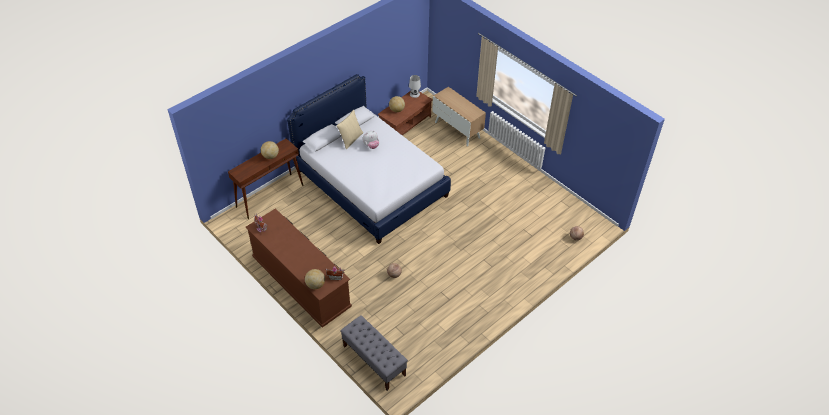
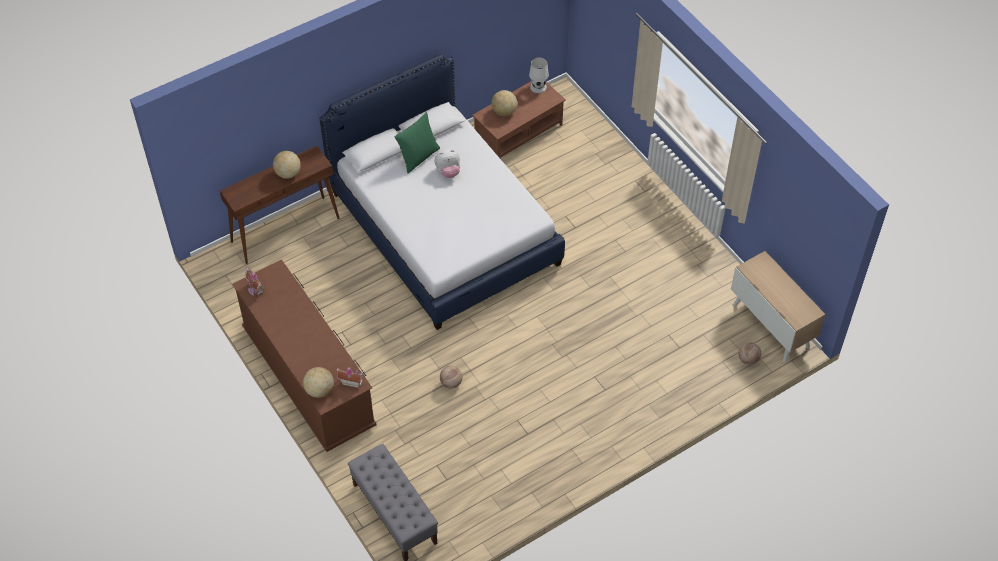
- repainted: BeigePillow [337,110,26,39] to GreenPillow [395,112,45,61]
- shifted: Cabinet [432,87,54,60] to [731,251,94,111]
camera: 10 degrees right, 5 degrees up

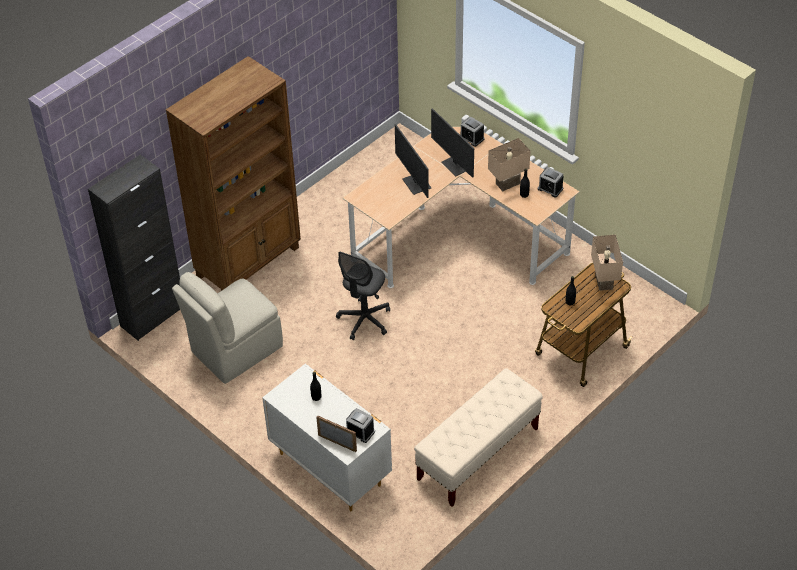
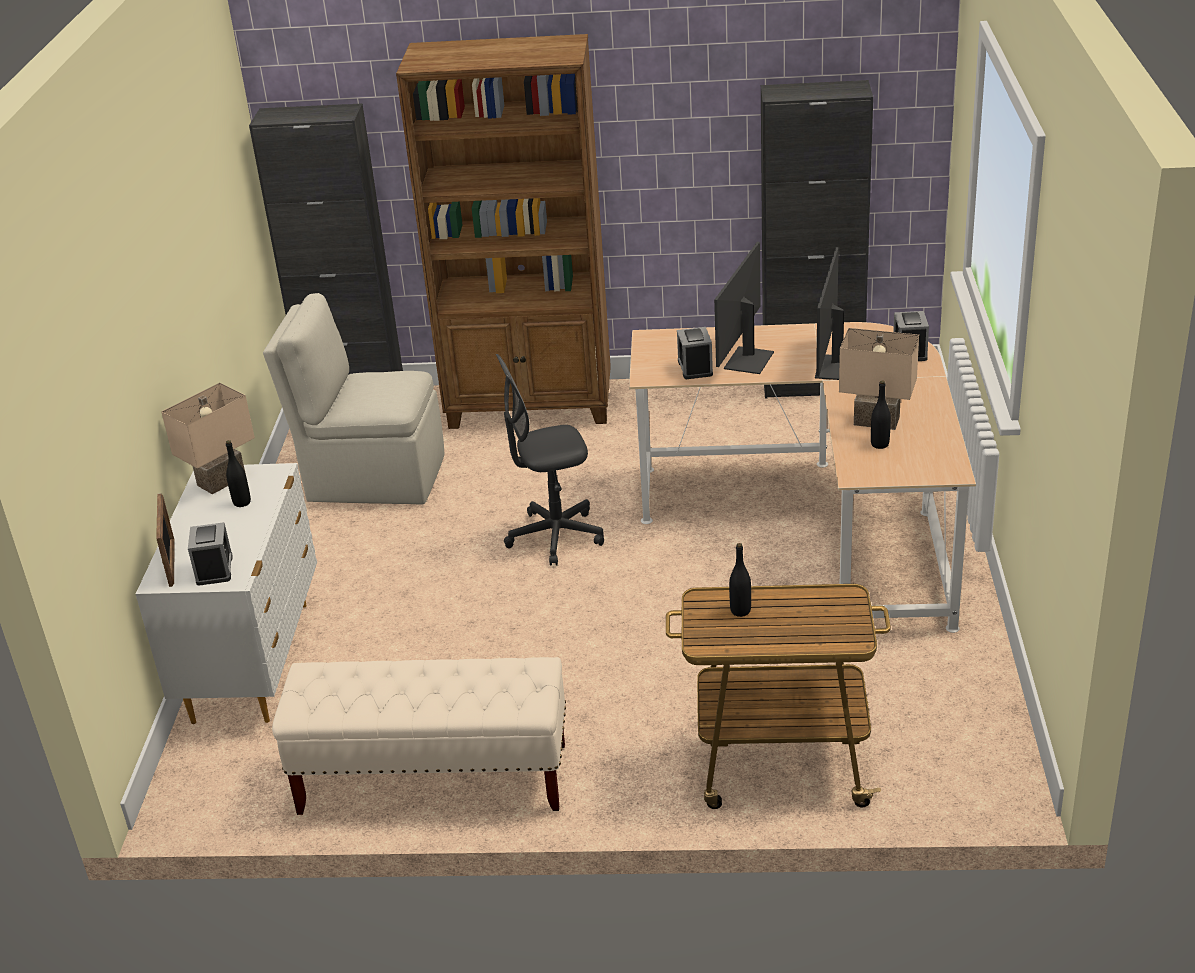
- shifted: AlarmClock [538,167,25,31] to [677,327,36,52]
- shifted: BeigeTableLamp [591,235,32,56] to [161,383,94,111]
- new: BlackCabinet [761,80,112,319]
camera: 50 degrees right, 15 degrees down

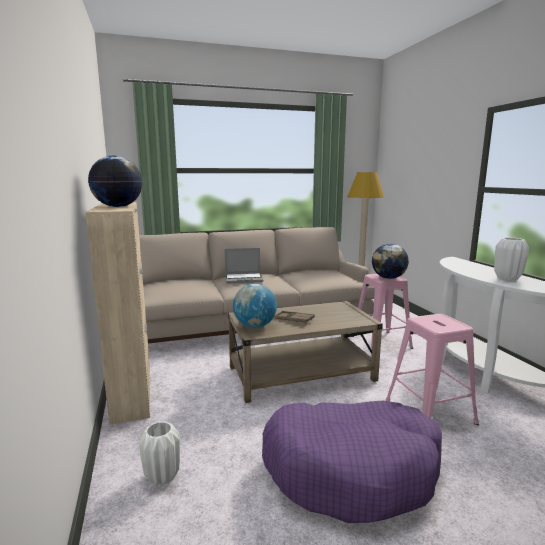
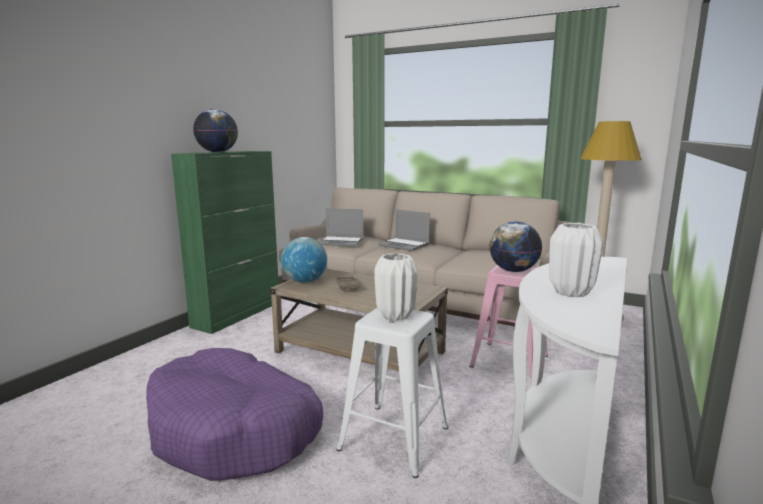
- repainted: BeigeCabinet [86,202,64,223] to GreenCabinet [171,151,108,183]
- shifted: WhiteVase [139,421,41,65] to [374,253,44,68]
- repainted: PinkStool [385,314,94,111] to WhiteStool [336,308,112,170]
- new: Laptop [318,208,46,39]
camera: 45 degrees right, 0 degrees up

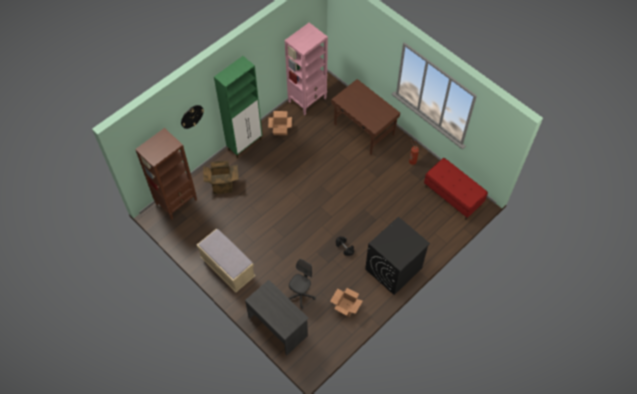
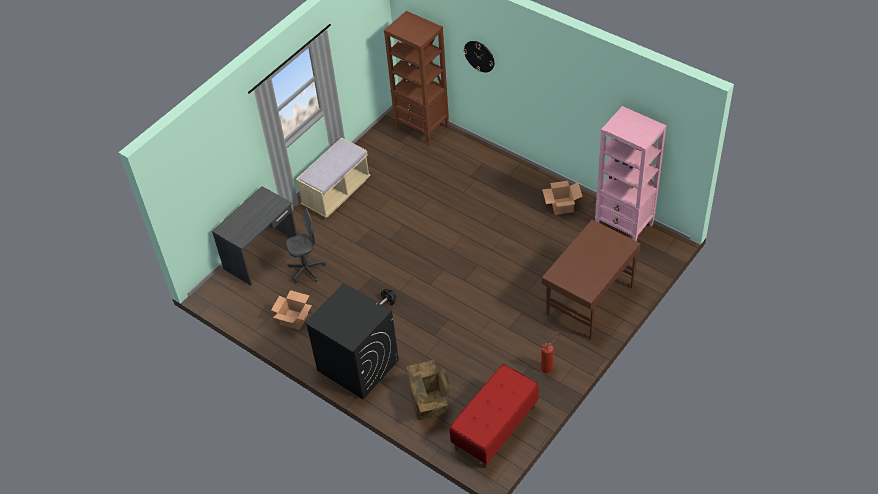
- shifted: CardboardBox [203,161,36,33] to [406,359,45,61]
- gone: GreenCabinet [214,56,48,102]
- rotated: GreyOfficeChair [289,259,27,49] = [286,208,40,75] 45 degrees counterclockwise
camera: 85 degrees right, 10 degrees down

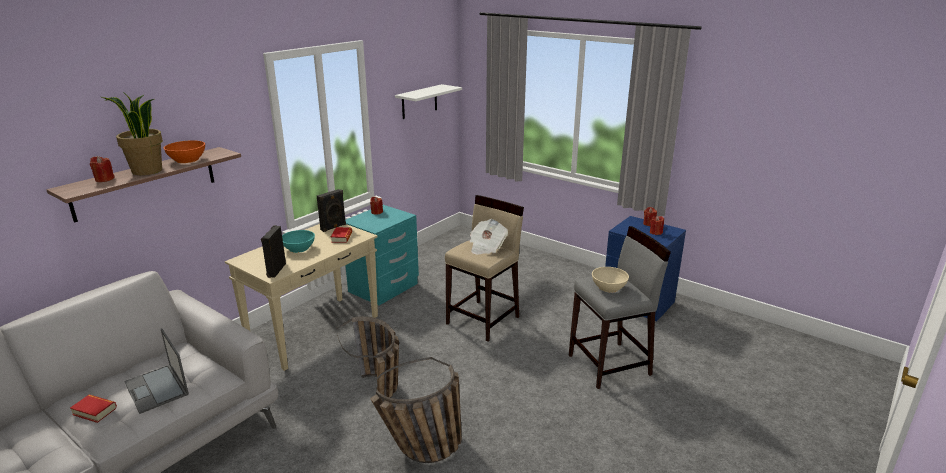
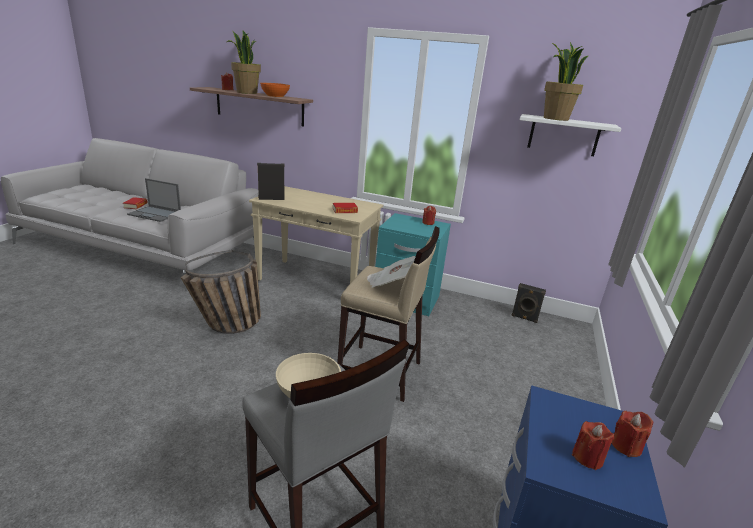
- rotated: Laptop [124,328,65,86] = [127,178,54,44] 105 degrees counterclockwise
- gone: TurquoiseBowl [282,230,33,23]
- shifted: BlackSpeaker [317,189,29,43] to [511,283,35,40]
- gone: Basket [370,357,92,106]
- new: PottedPlant [544,42,44,79]
camera: 70 degrees right, 0 degrees up

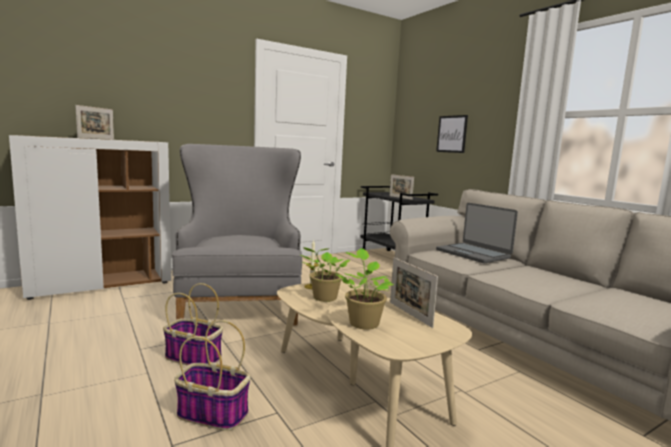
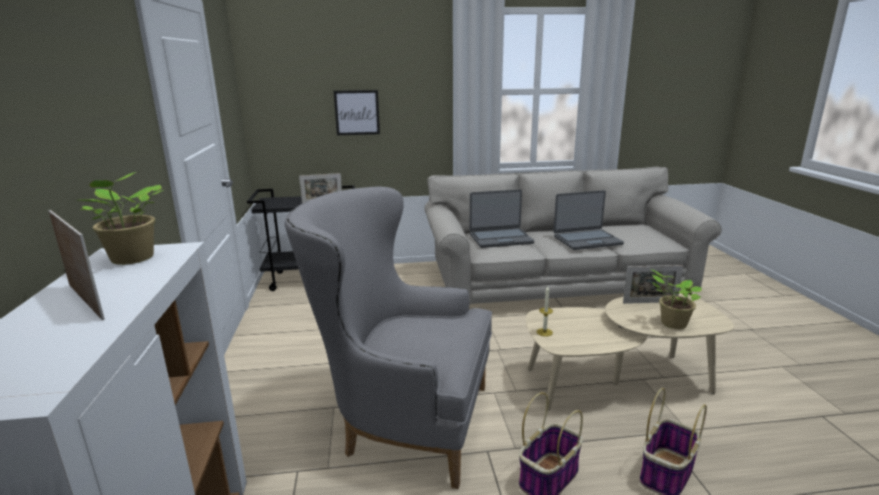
- shifted: PottedPlant [301,247,49,55] to [79,171,85,94]
- new: Laptop [553,190,71,60]
camera: 65 degrees left, 10 degrees up

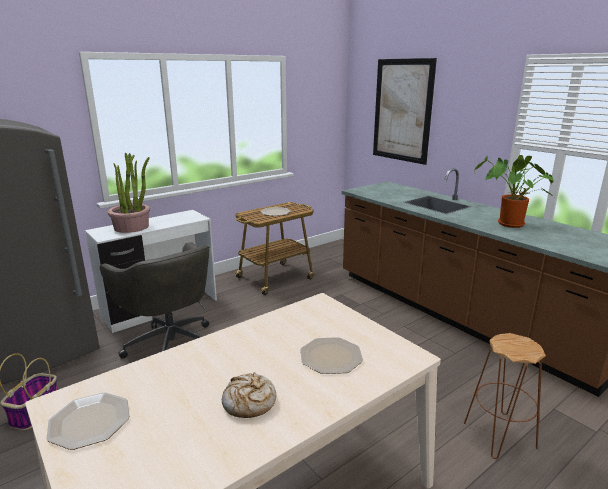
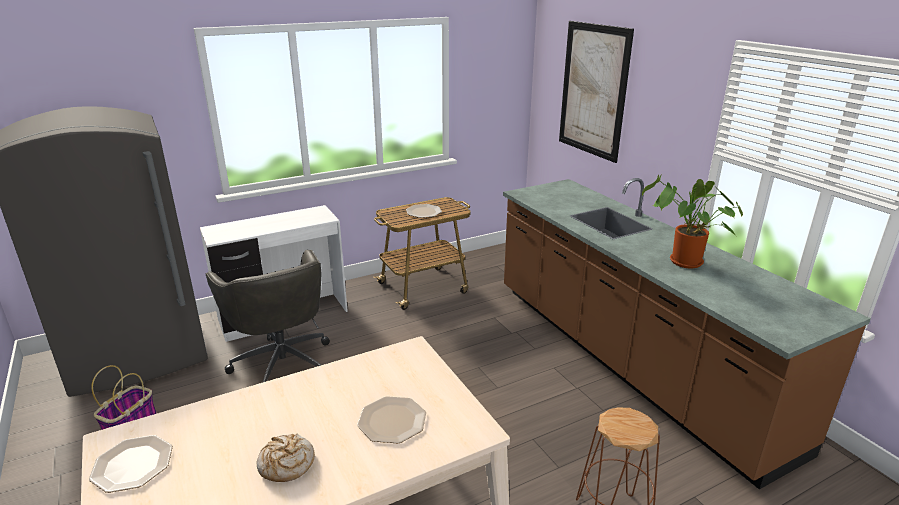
- gone: PottedPlant [107,152,43,81]
camera: 10 degrees right, 5 degrees up

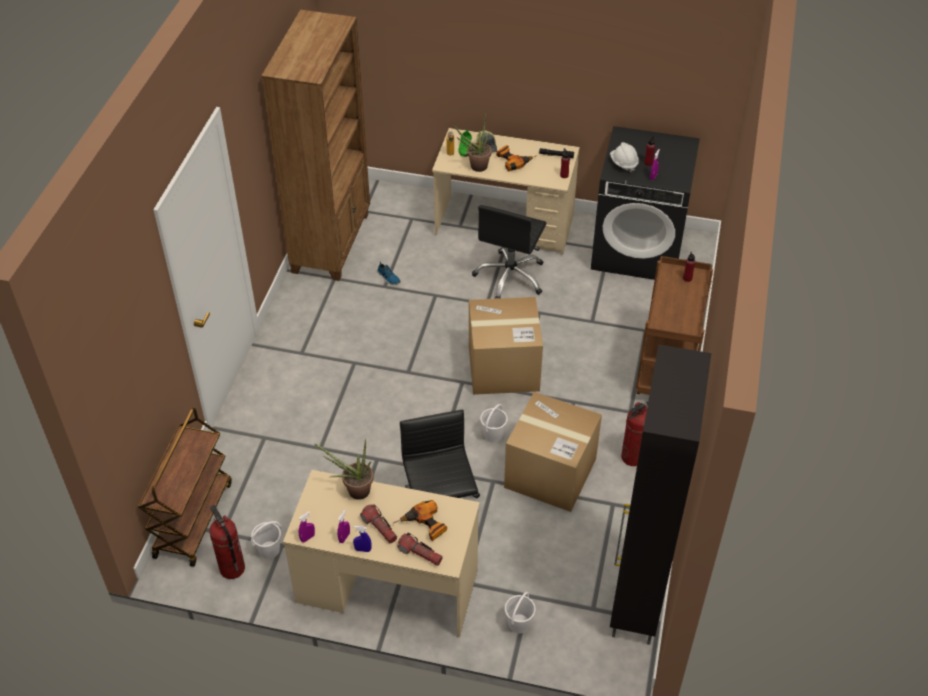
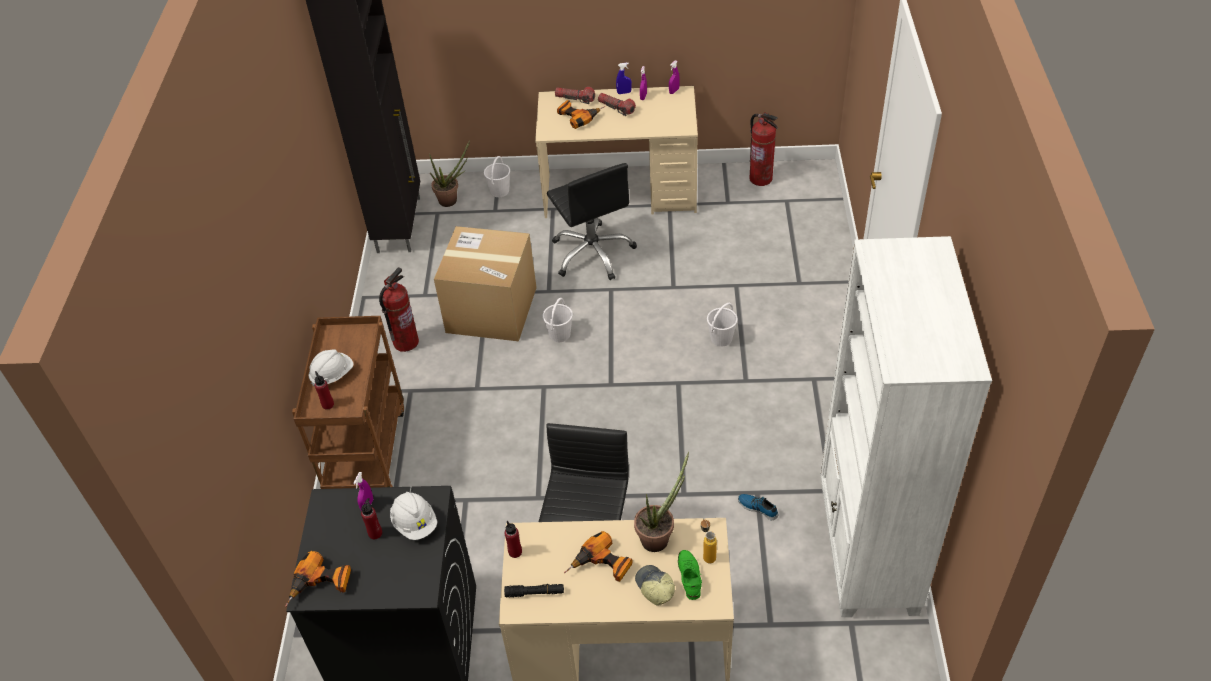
- gone: BrownCart [138,408,94,159]
- shifted: WhiteBucket [251,521,30,38] to [707,303,31,44]
- repainted: BrownBookcase [261,10,109,271] to WhiteBookcase [820,236,172,381]
- shifted: PottedPlant [315,438,59,62] to [429,140,41,67]
- gone: CardboardBox [469,297,74,98]
- new: PowerDrill [285,551,66,56]
- new: WhiteHardHat [309,350,45,37]
camera: 170 degrees right, 0 degrees up

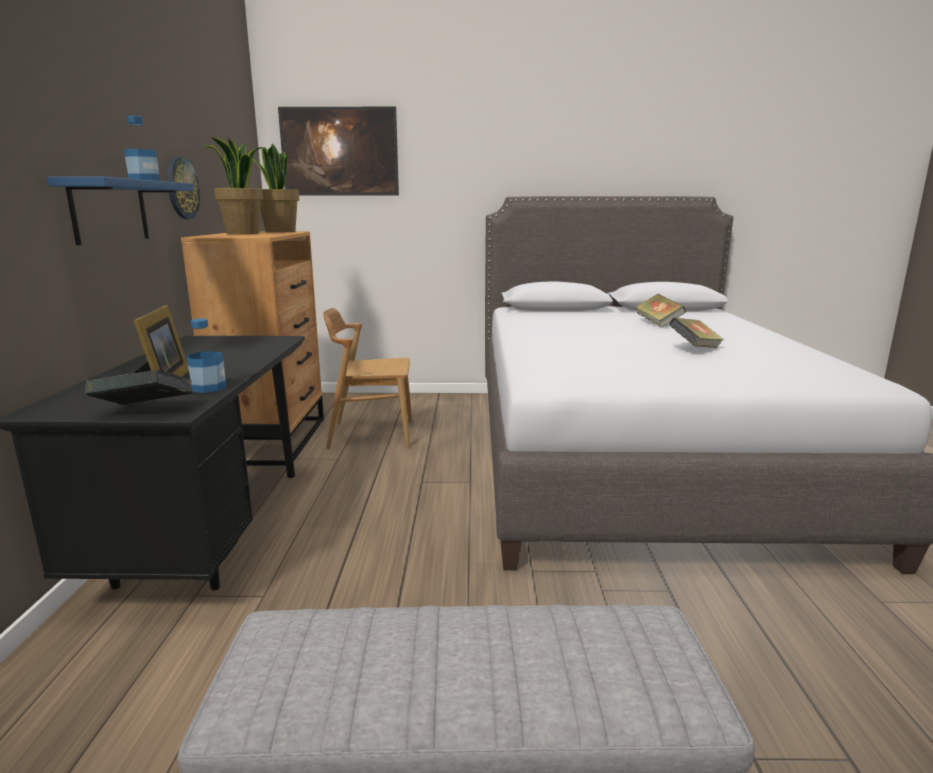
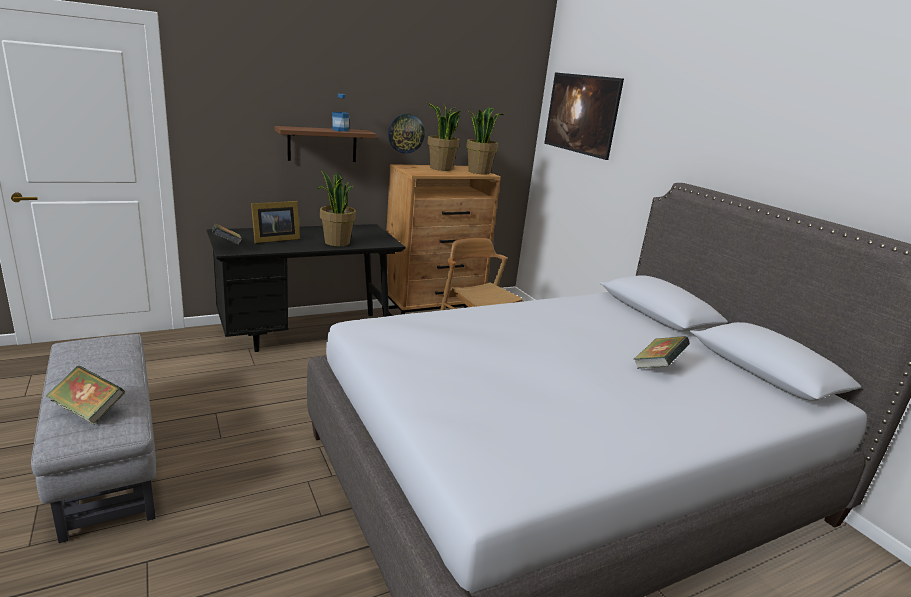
- repainted: BlueShelf [47,176,147,69] to BrownShelf [274,126,103,36]
- gone: Bottle [186,318,41,75]
- shifted: Book [669,318,55,30] to [46,366,79,59]
- new: PottedPlant [317,170,39,76]
camera: 60 degrees right, 5 degrees up

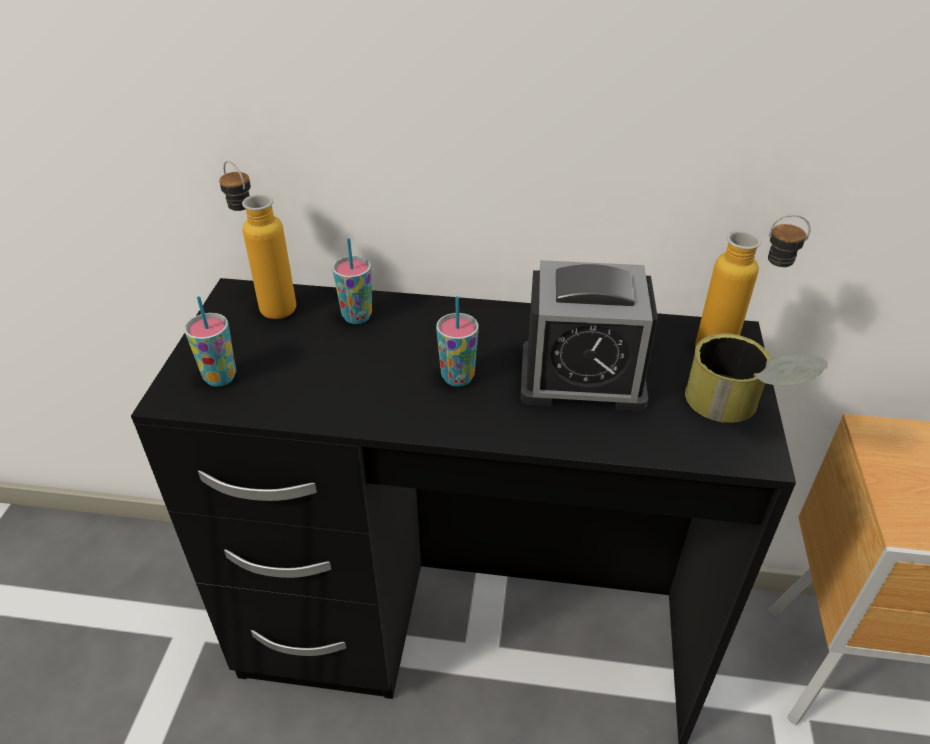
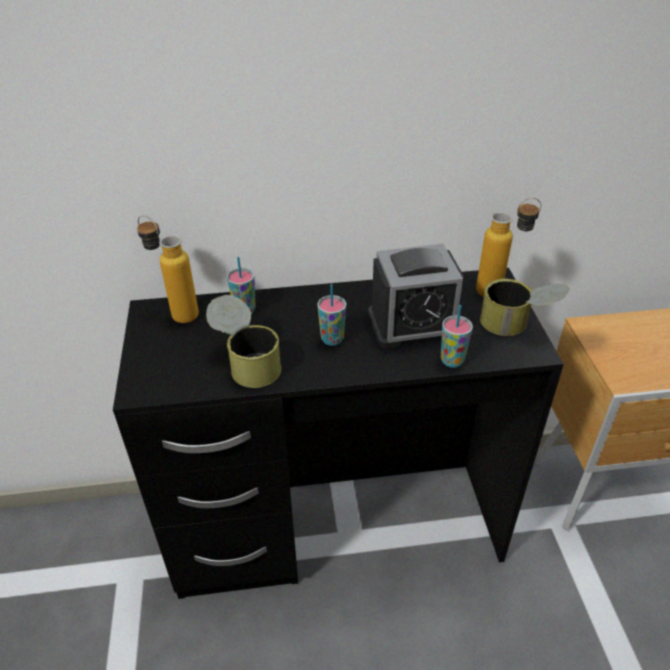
- shifted: Cup [184,296,52,91] to [441,305,32,63]
- new: Can [206,295,75,93]
camera: 15 degrees left, 0 degrees up

